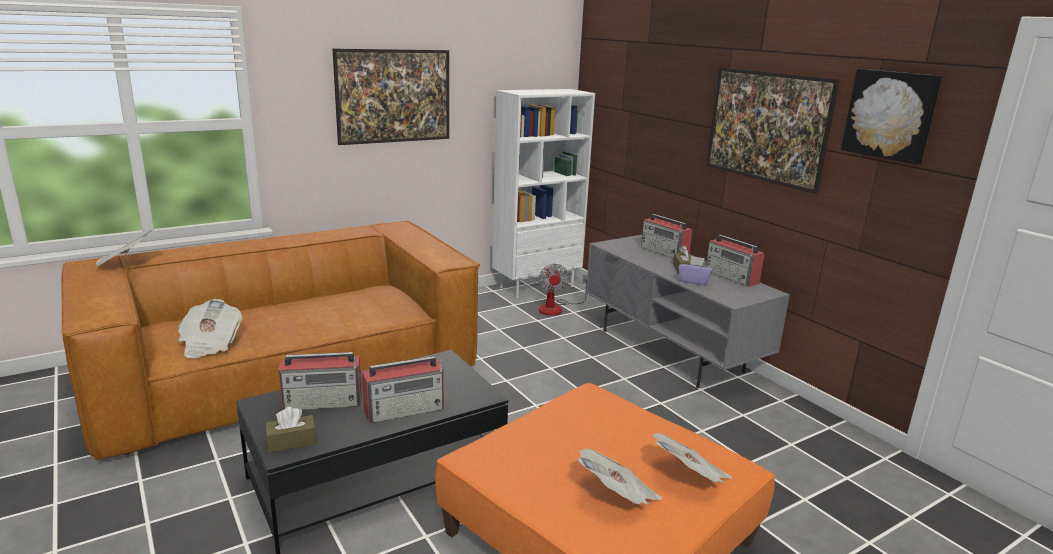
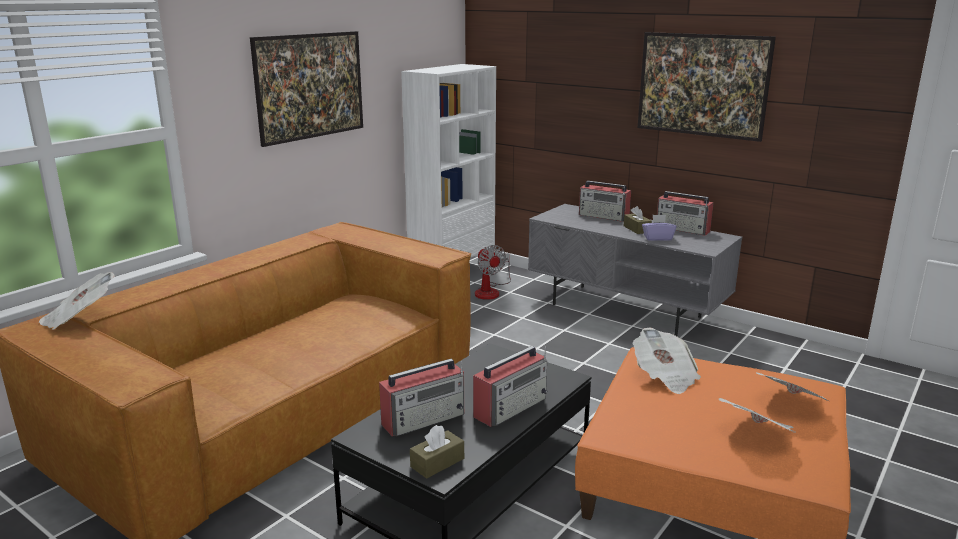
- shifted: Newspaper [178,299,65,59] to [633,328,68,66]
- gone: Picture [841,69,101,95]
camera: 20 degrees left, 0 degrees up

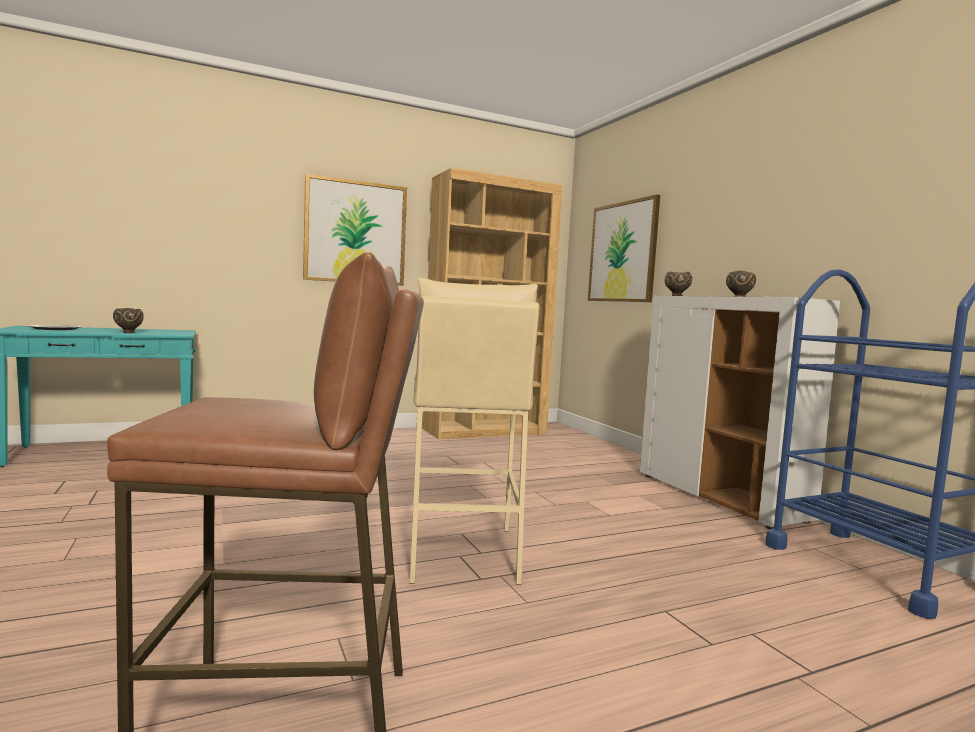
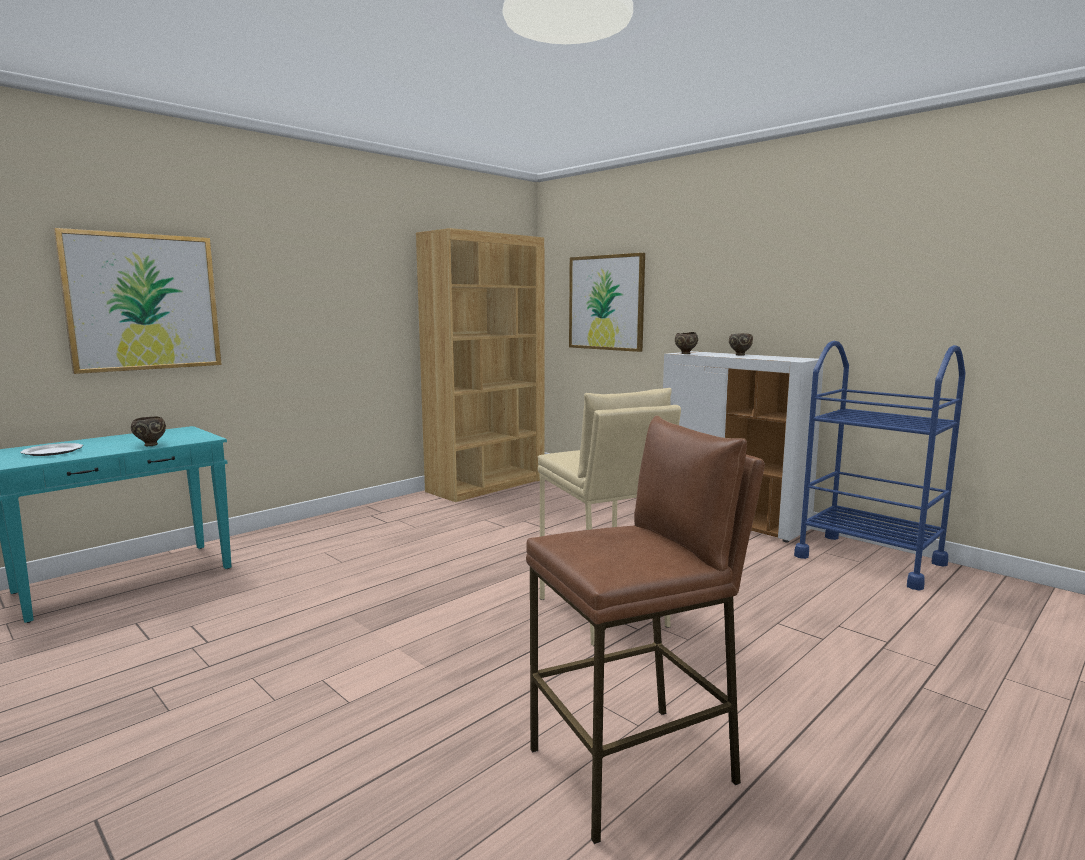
- shifted: Picture [303,174,104,112] to [53,228,169,146]
camera: 20 degrees left, 5 degrees up

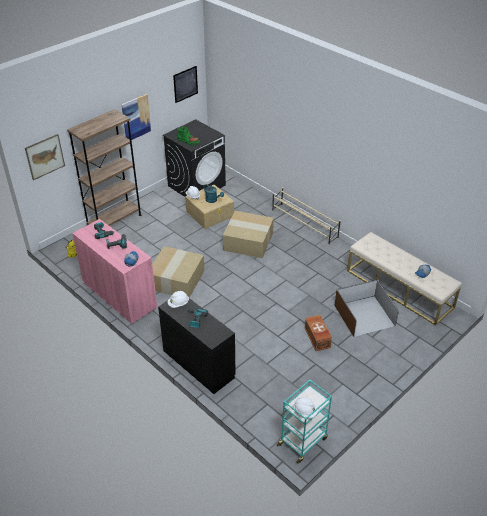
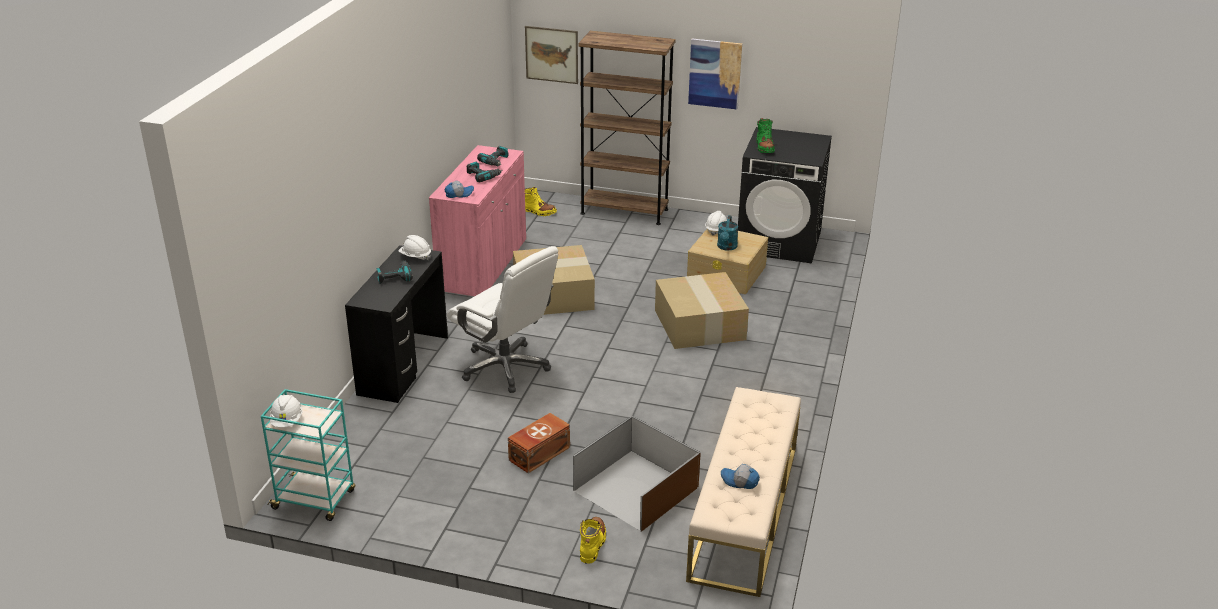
- gone: Picture [173,66,25,37]
- gone: BeigeShoeRack [272,187,69,58]
- new: WhiteOfficeChair [447,246,111,147]
- new: YellowBoot [580,517,26,47]
camera: 60 degrees right, 10 degrees down

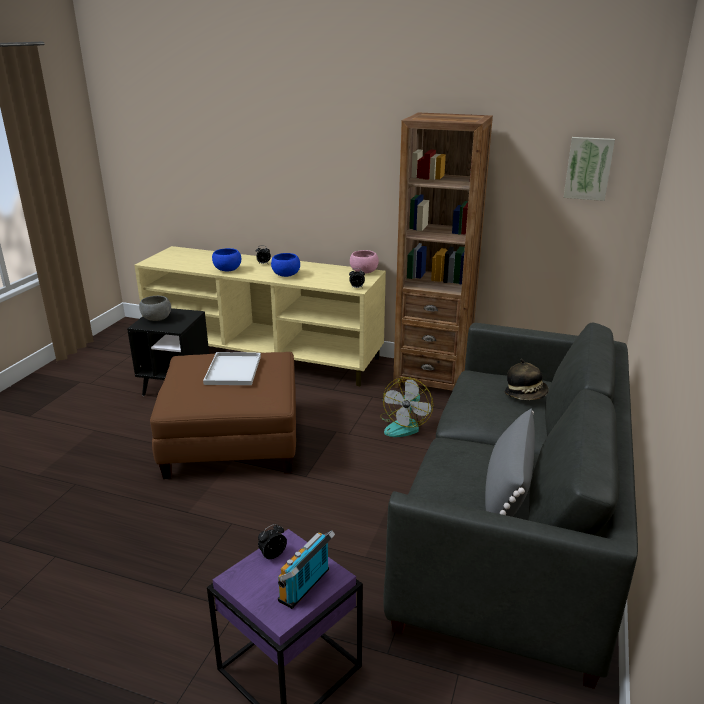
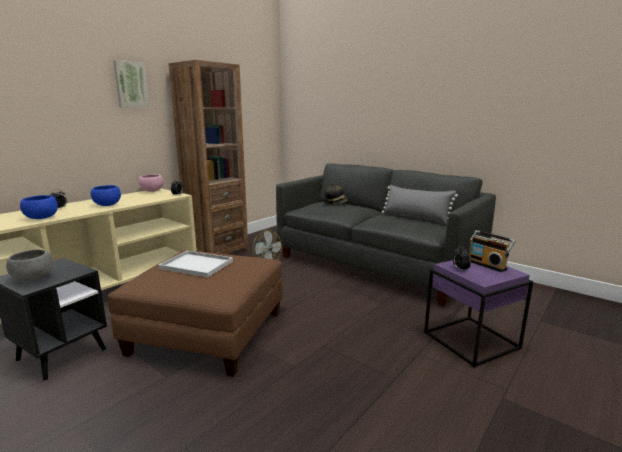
- shifted: Picture [563,137,52,64] to [113,60,37,48]
camera: 70 degrees left, 10 degrees down

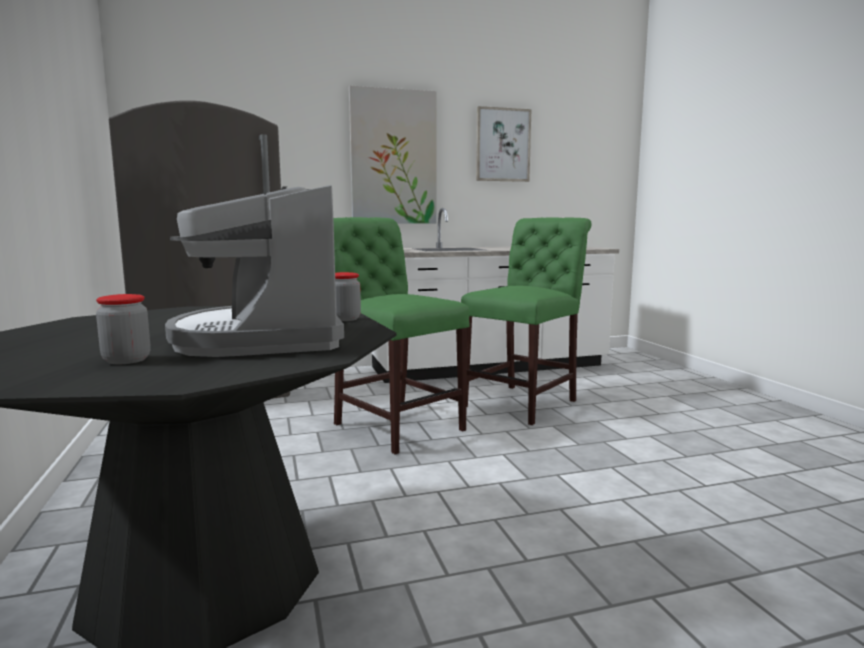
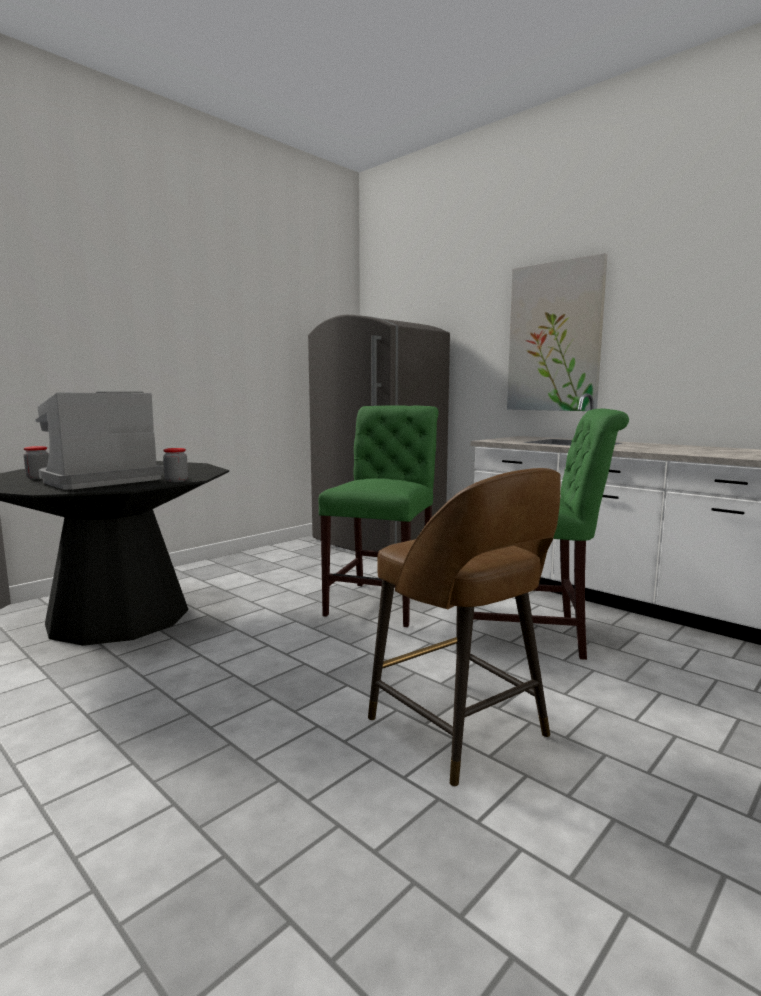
- gone: Picture [476,106,55,76]
- new: BrownStool [368,468,193,319]
camera: 60 degrees right, 0 degrees up

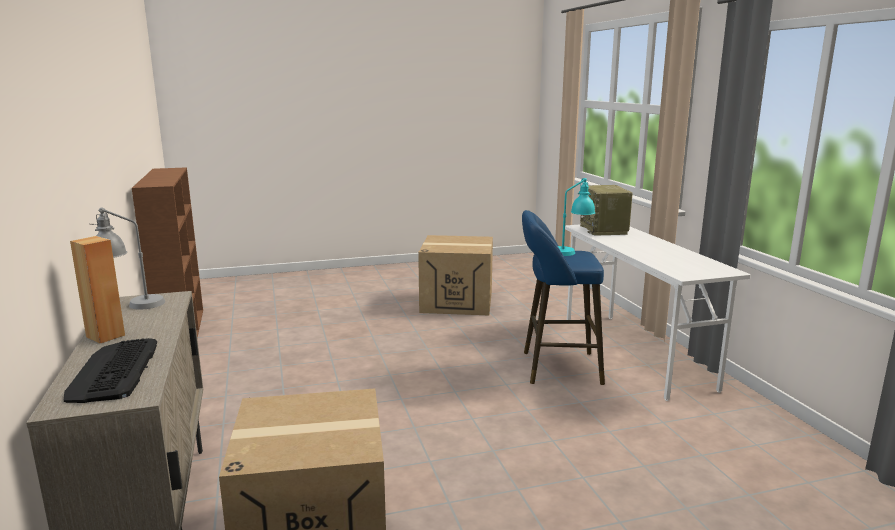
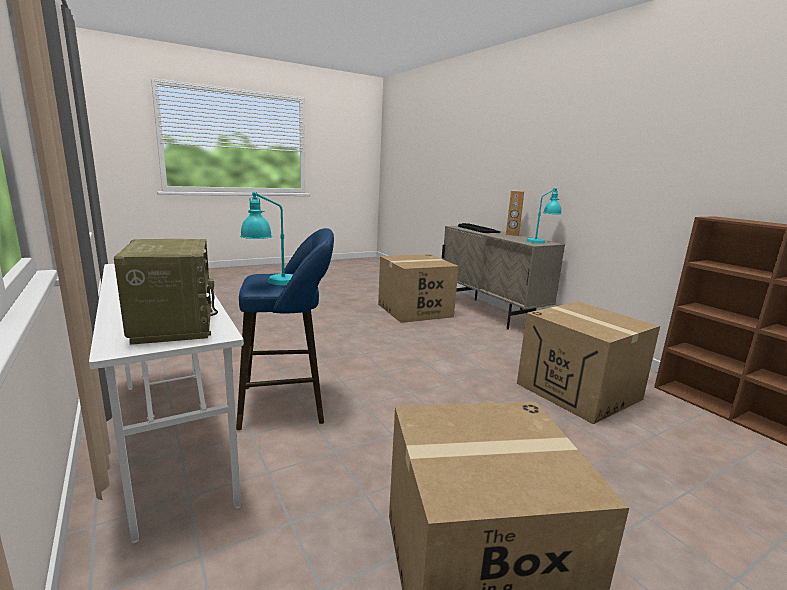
- repainted: GreyTableLamp [89,208,76,102] to TurquoiseTableLamp [527,188,34,56]
- new: CardboardBox [517,301,143,123]
camera: 165 degrees right, 0 degrees up

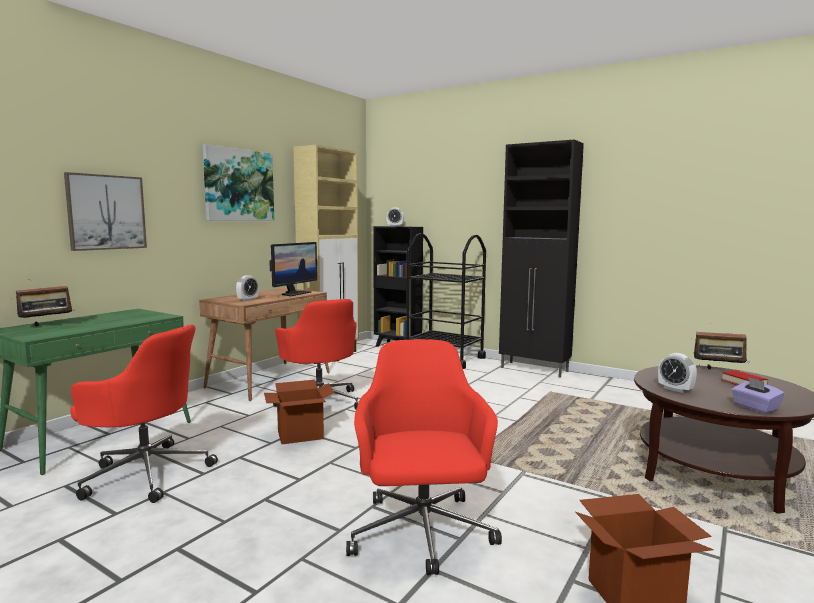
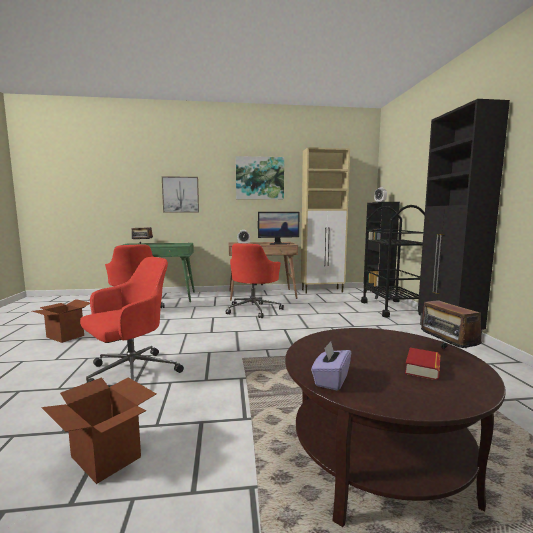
- shifted: CardboardBox [264,380,71,64] to [32,299,58,44]
- gone: AlarmClock [658,353,39,40]
camera: 50 degrees right, 0 degrees up

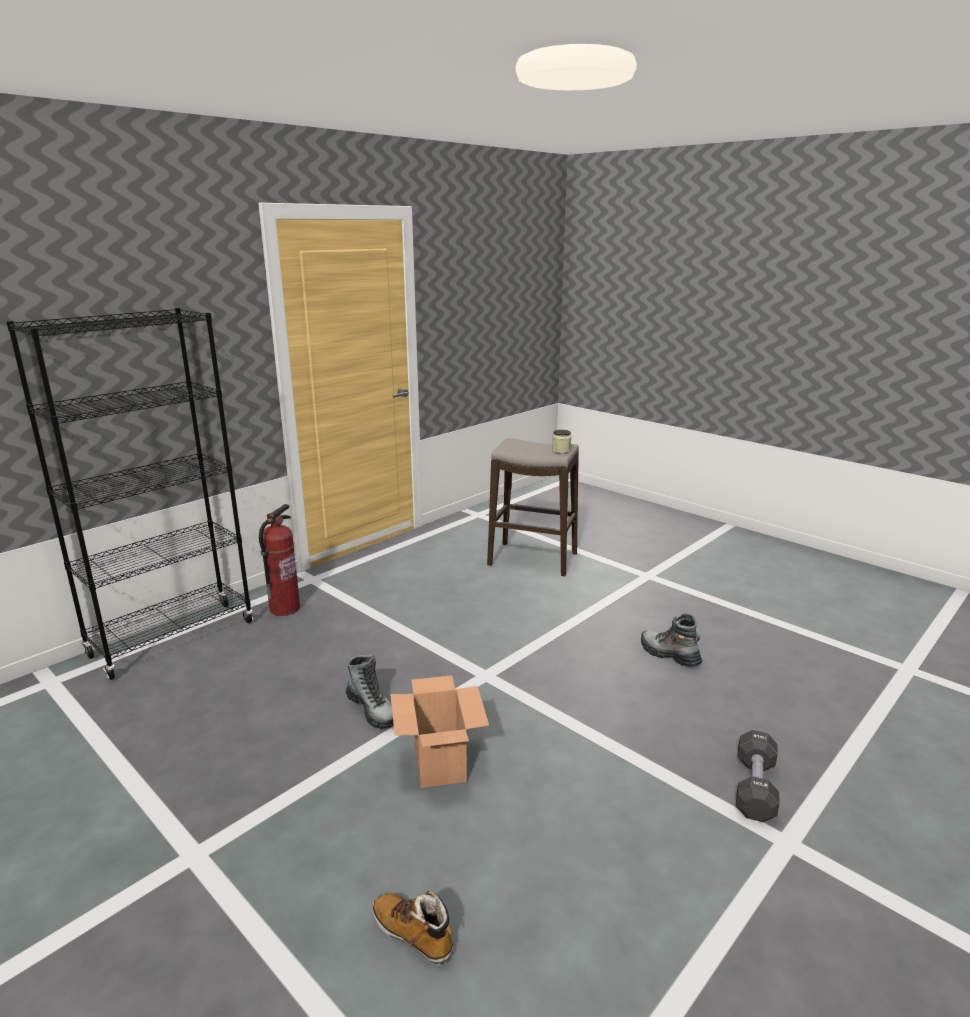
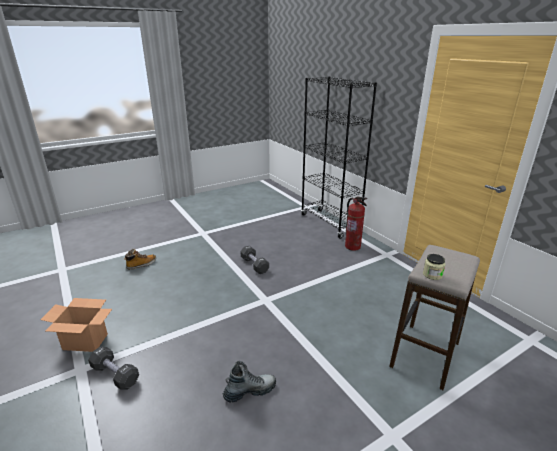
- swapped: Boot [346,655,48,74] to BlackDumbbell [240,245,29,29]
- shifted: CardboardBox [390,675,99,113] to [41,298,71,54]
camera: 105 degrees right, 5 degrees up

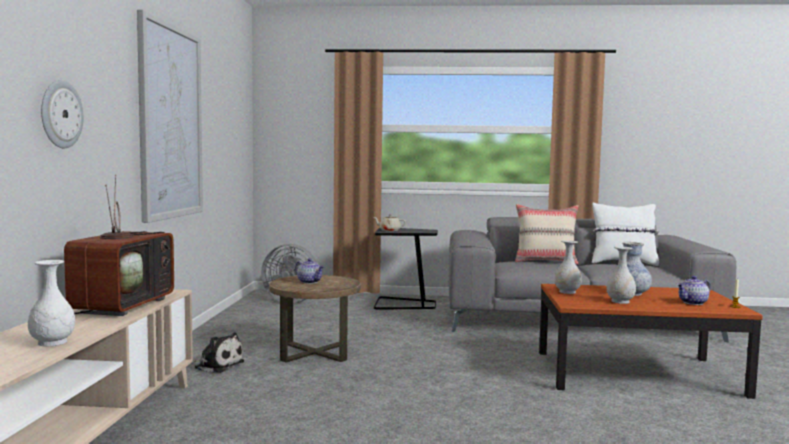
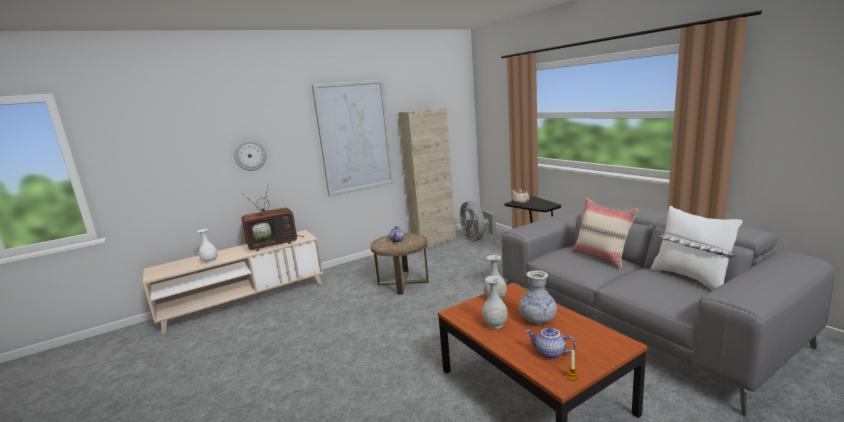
- gone: PlushToy [193,332,52,41]
- new: BeigeCabinet [398,108,58,139]
camera: 55 degrees right, 10 degrees up

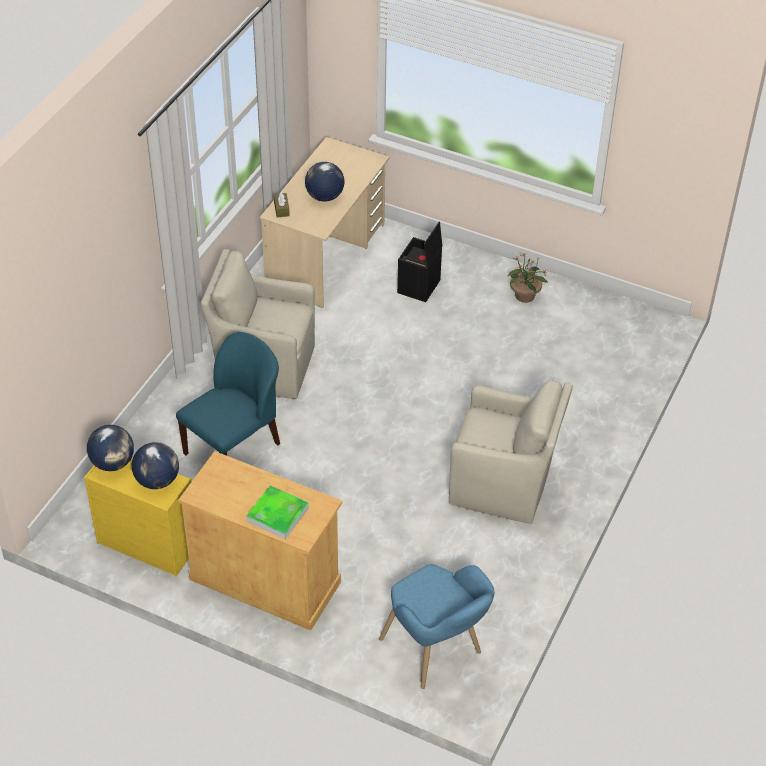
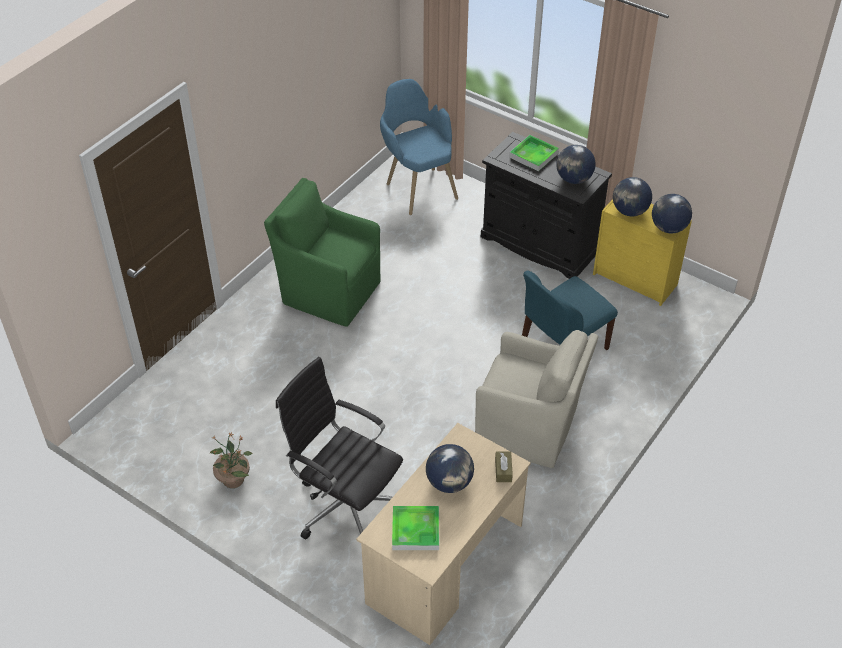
- repainted: BeigeCabinet [178,451,164,180] to BlackCabinet [481,132,131,147]
- swapped: BlackStorageBox [397,221,45,81] to BlackOfficeChair [276,357,127,183]
- repainted: BeigeArmchair [449,380,124,143] to GreenArmchair [264,178,116,149]
- new: Tray [392,506,47,44]
- new: Globe [556,145,40,39]
camera: 170 degrees left, 0 degrees up

